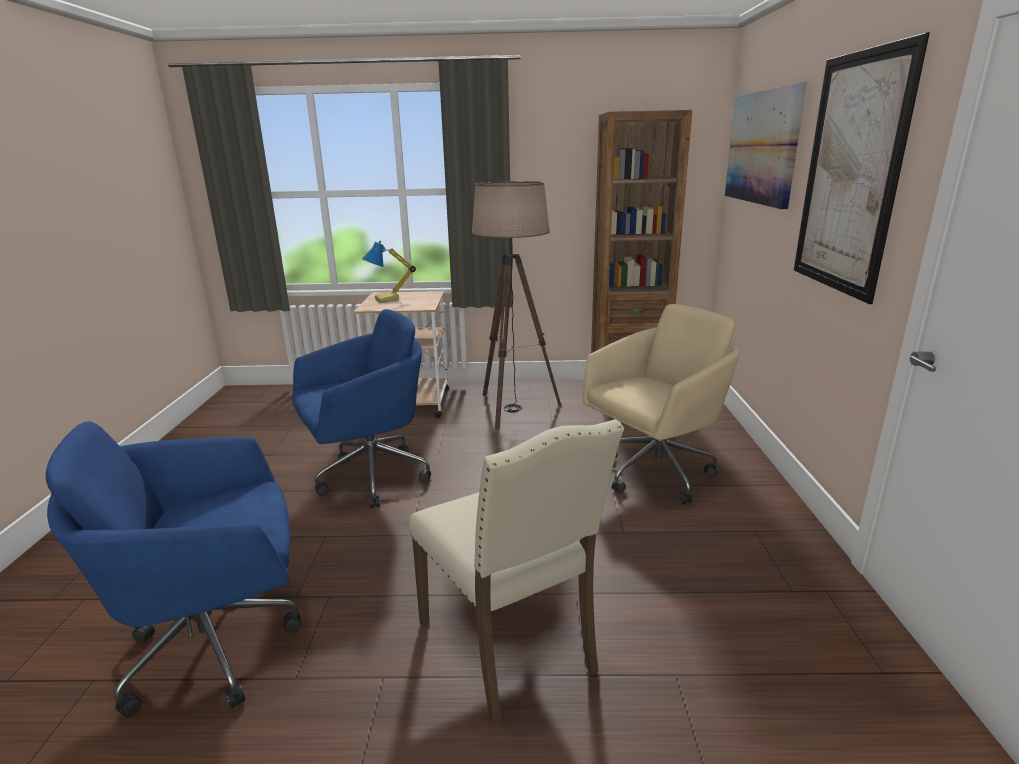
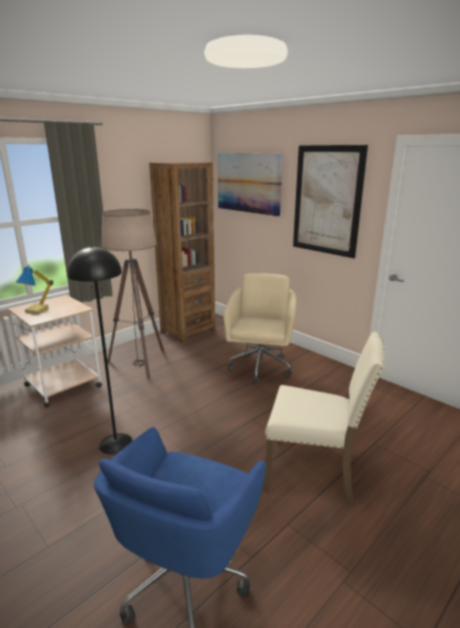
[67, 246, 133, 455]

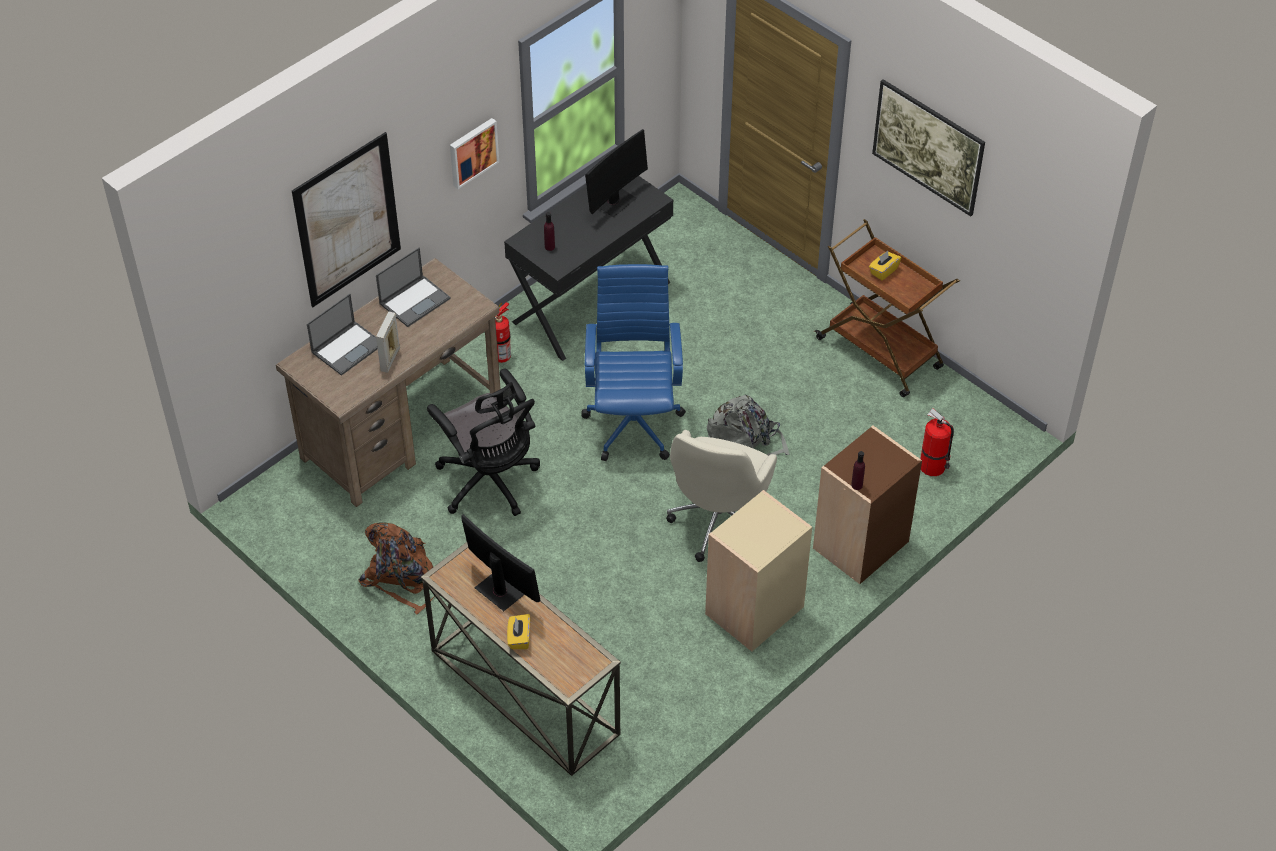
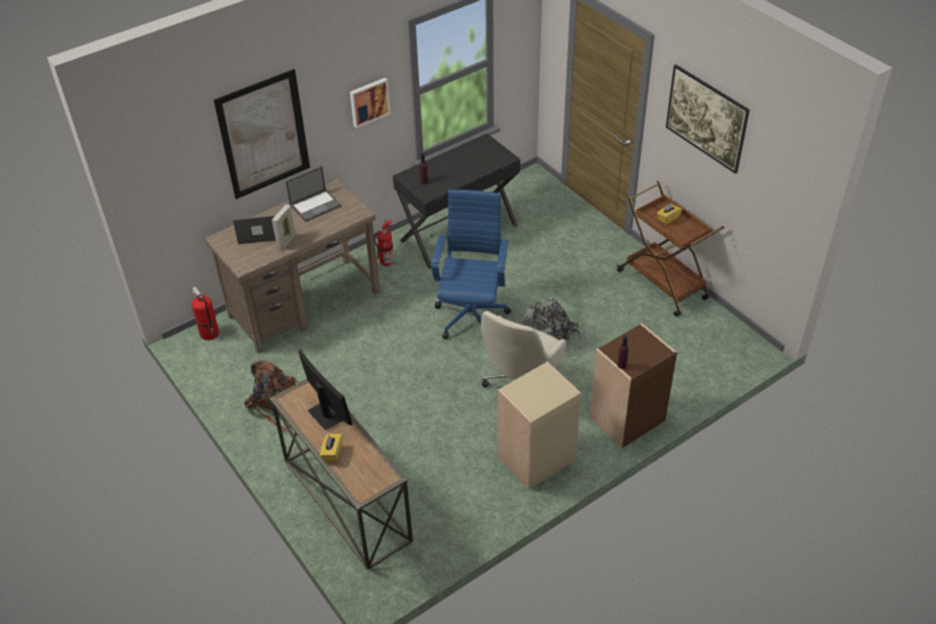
[233, 215, 276, 244]
[427, 369, 540, 516] (first image)
[585, 129, 648, 217] (first image)
[192, 287, 219, 340]

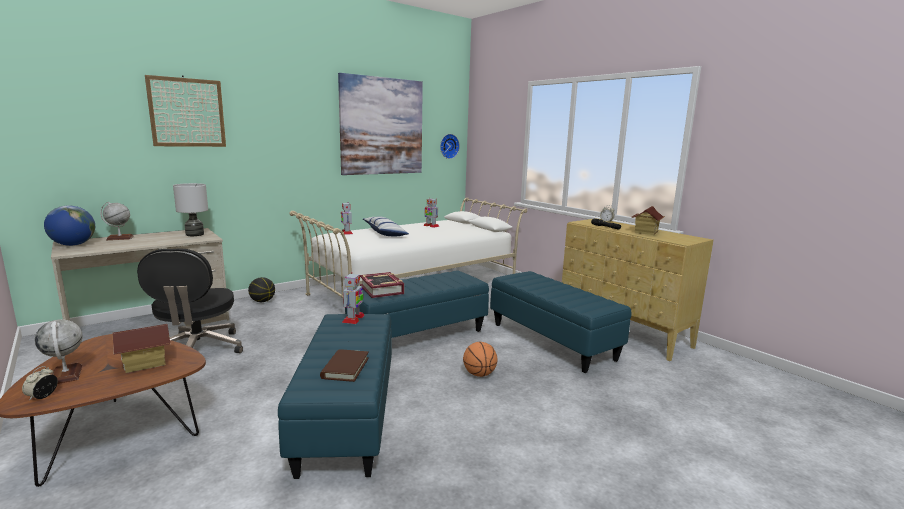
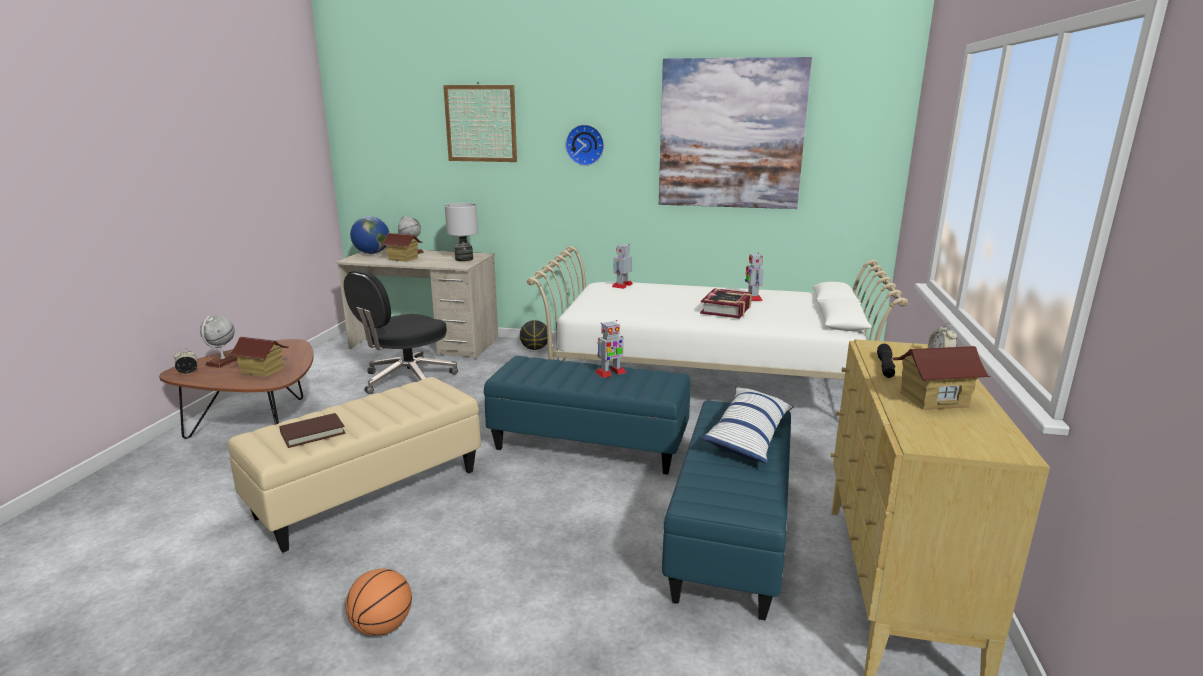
[228, 377, 481, 553]
[595, 320, 626, 378]
[700, 288, 752, 319]
[701, 387, 793, 463]
[565, 124, 604, 166]
[345, 569, 412, 636]
[381, 233, 422, 262]

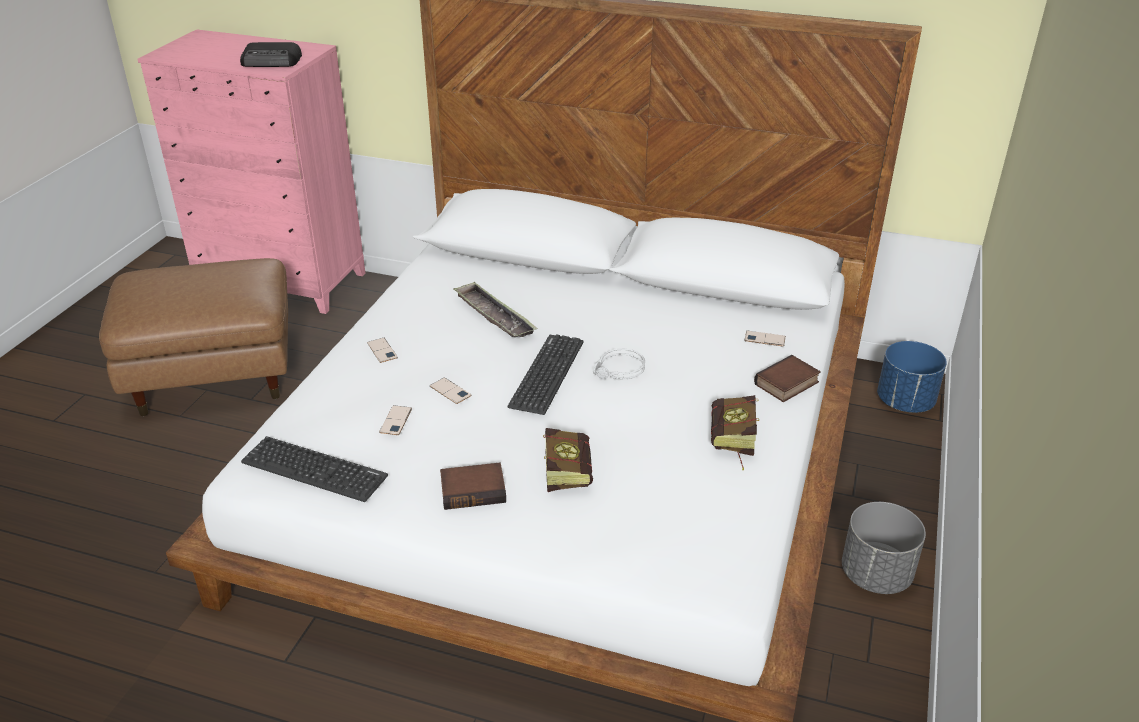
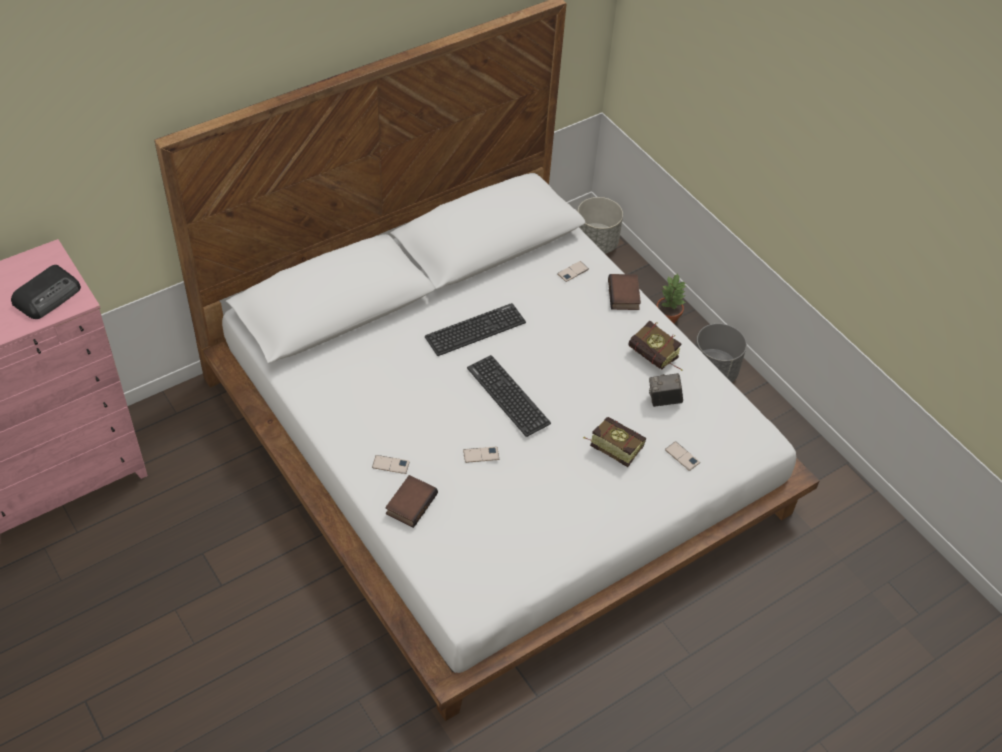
[99, 258, 288, 416] (first image)
[425, 303, 526, 356]
[665, 441, 700, 471]
[385, 475, 438, 528]
[453, 282, 538, 337] (first image)
[593, 348, 645, 380] (first image)
[578, 197, 623, 254]
[649, 373, 683, 407]
[656, 274, 687, 324]

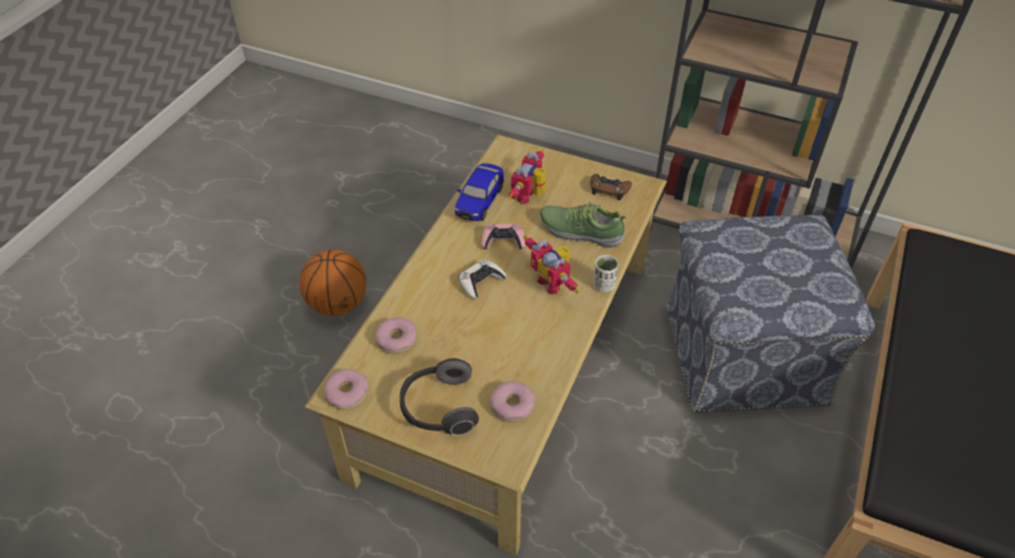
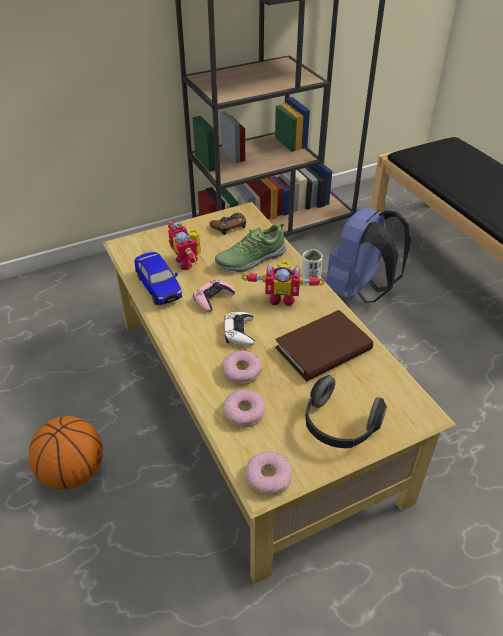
[222, 350, 262, 385]
[325, 208, 411, 303]
[275, 310, 373, 381]

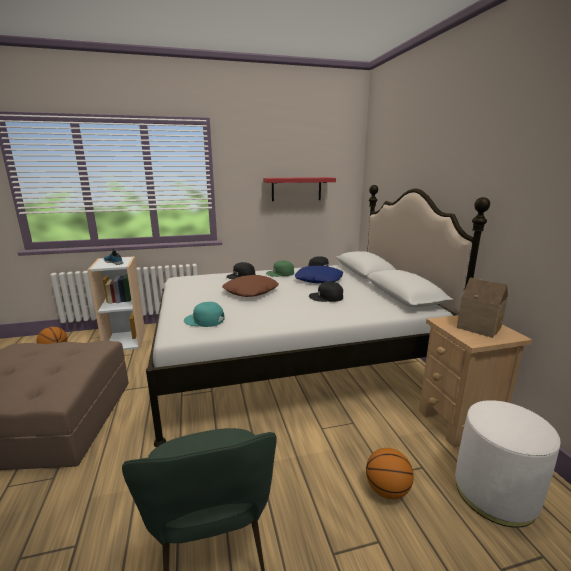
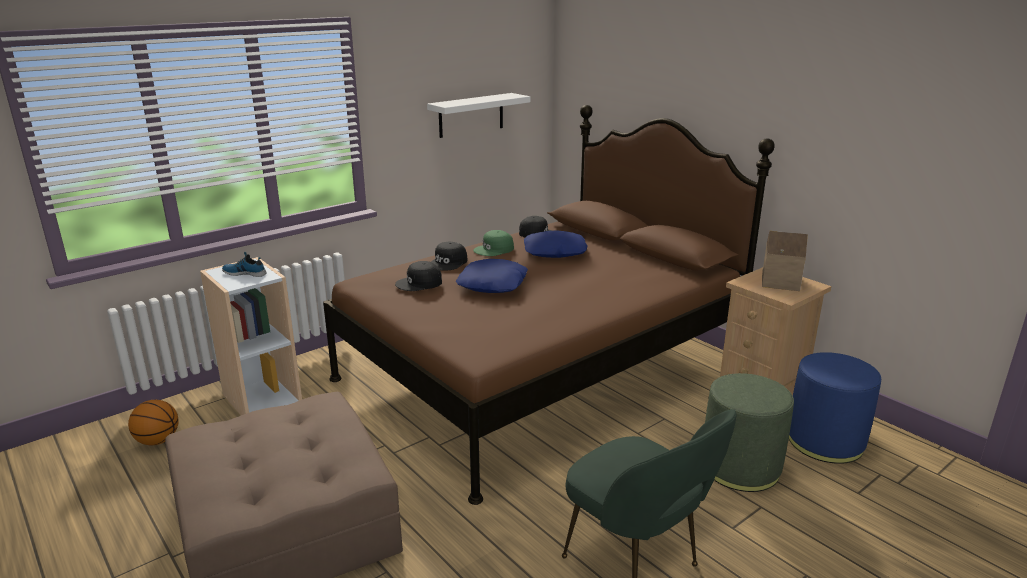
[323, 105, 775, 505]
[184, 302, 225, 327] (first image)
[456, 259, 528, 293]
[427, 93, 530, 138]
[395, 261, 442, 291]
[705, 373, 794, 492]
[789, 352, 881, 464]

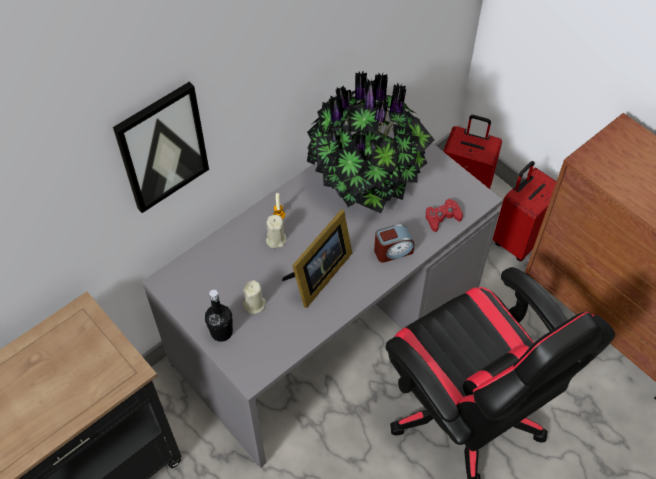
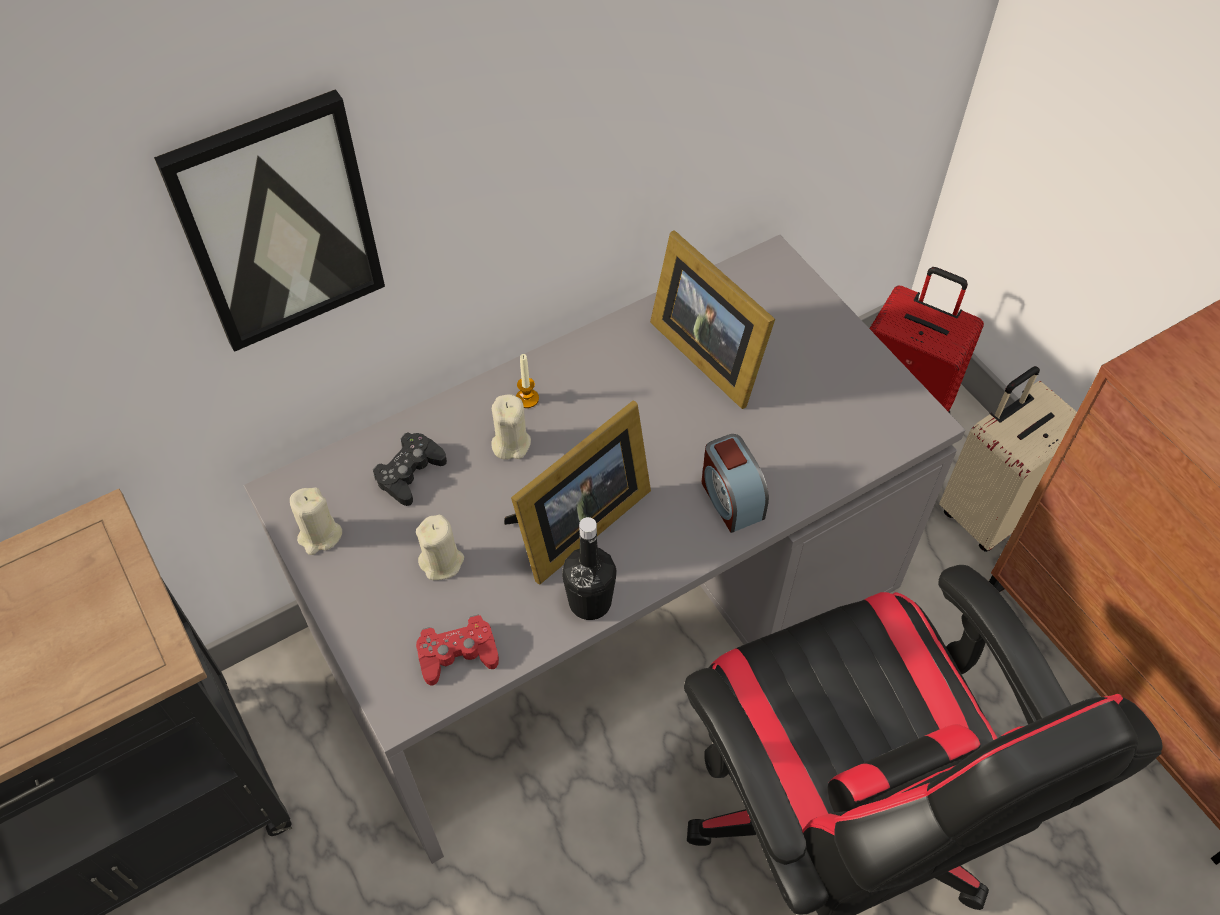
[562, 517, 617, 620]
[650, 230, 775, 409]
[702, 434, 769, 533]
[416, 615, 499, 686]
[939, 366, 1077, 552]
[290, 487, 342, 555]
[373, 432, 447, 506]

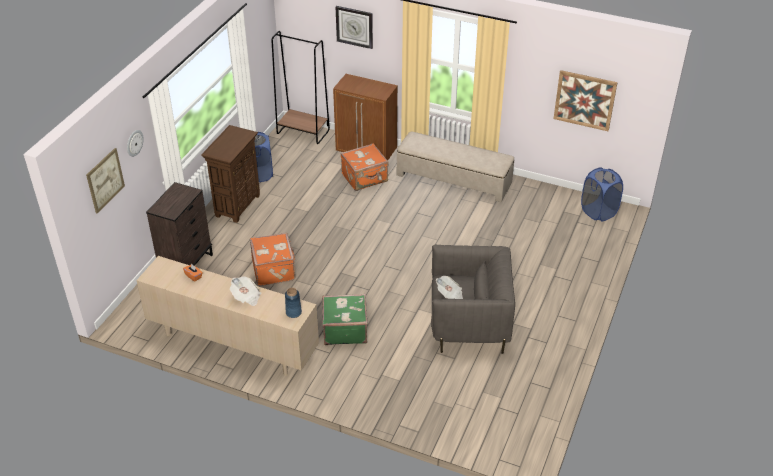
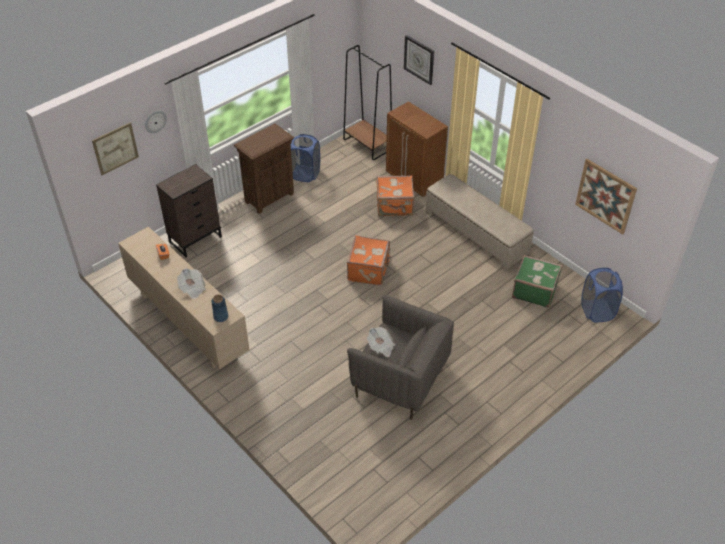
[347, 235, 391, 285]
[512, 255, 562, 308]

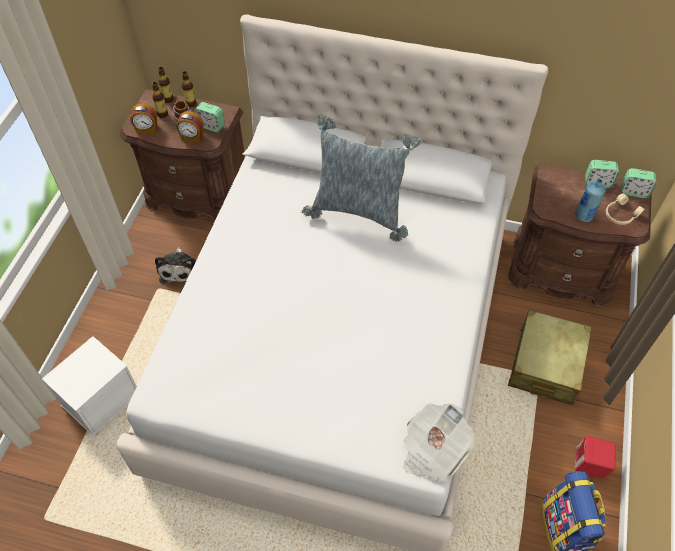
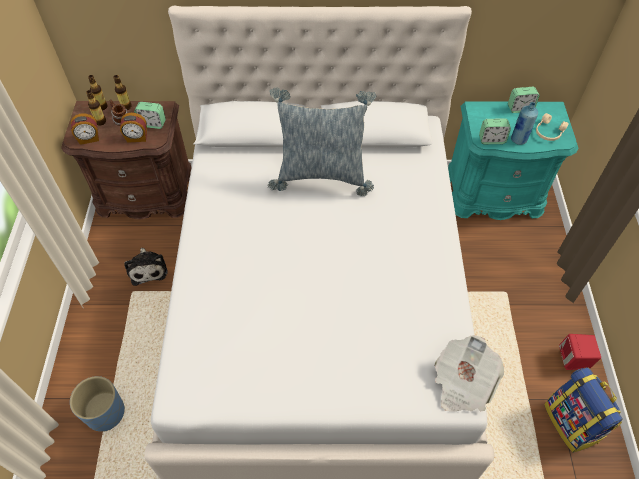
[70, 376, 125, 432]
[448, 102, 578, 220]
[508, 310, 591, 405] (first image)
[479, 119, 511, 144]

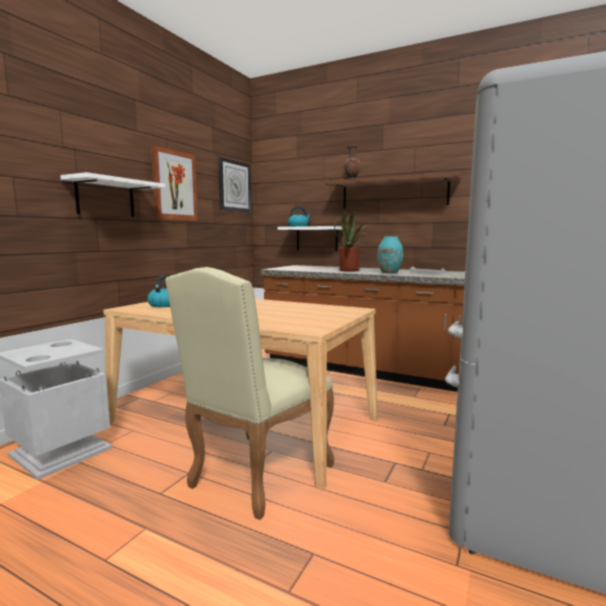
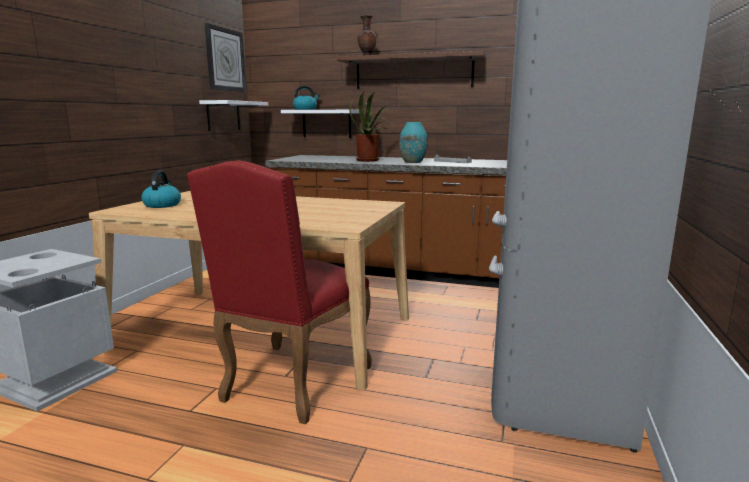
[199, 100, 268, 131]
[151, 145, 198, 221] (first image)
[187, 160, 372, 424]

